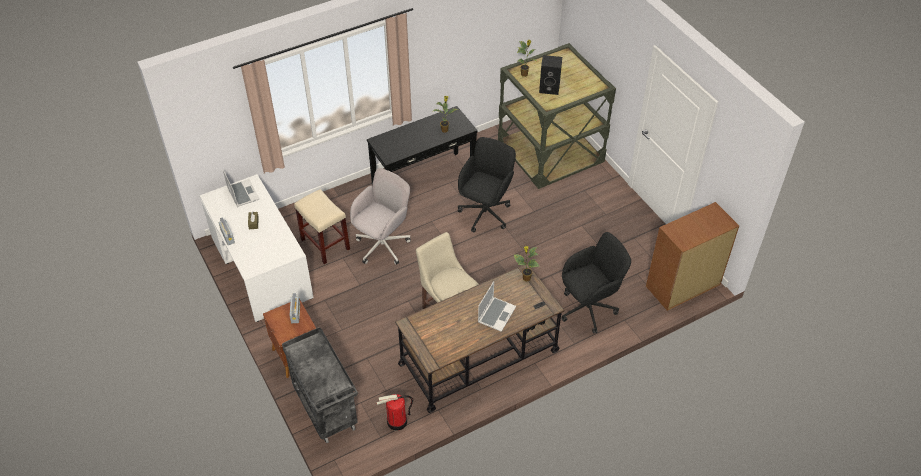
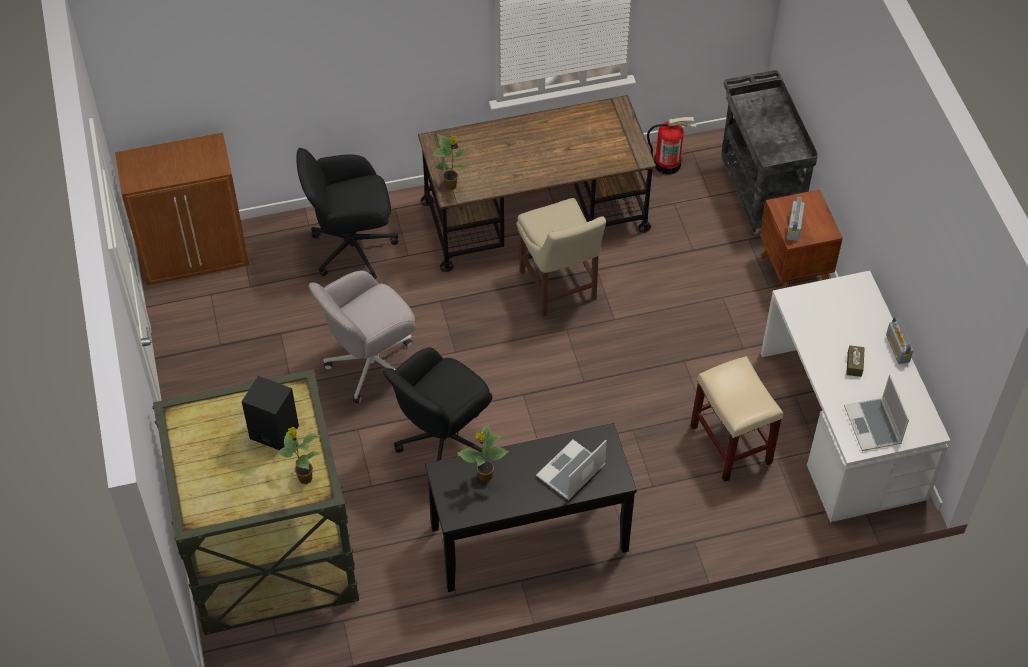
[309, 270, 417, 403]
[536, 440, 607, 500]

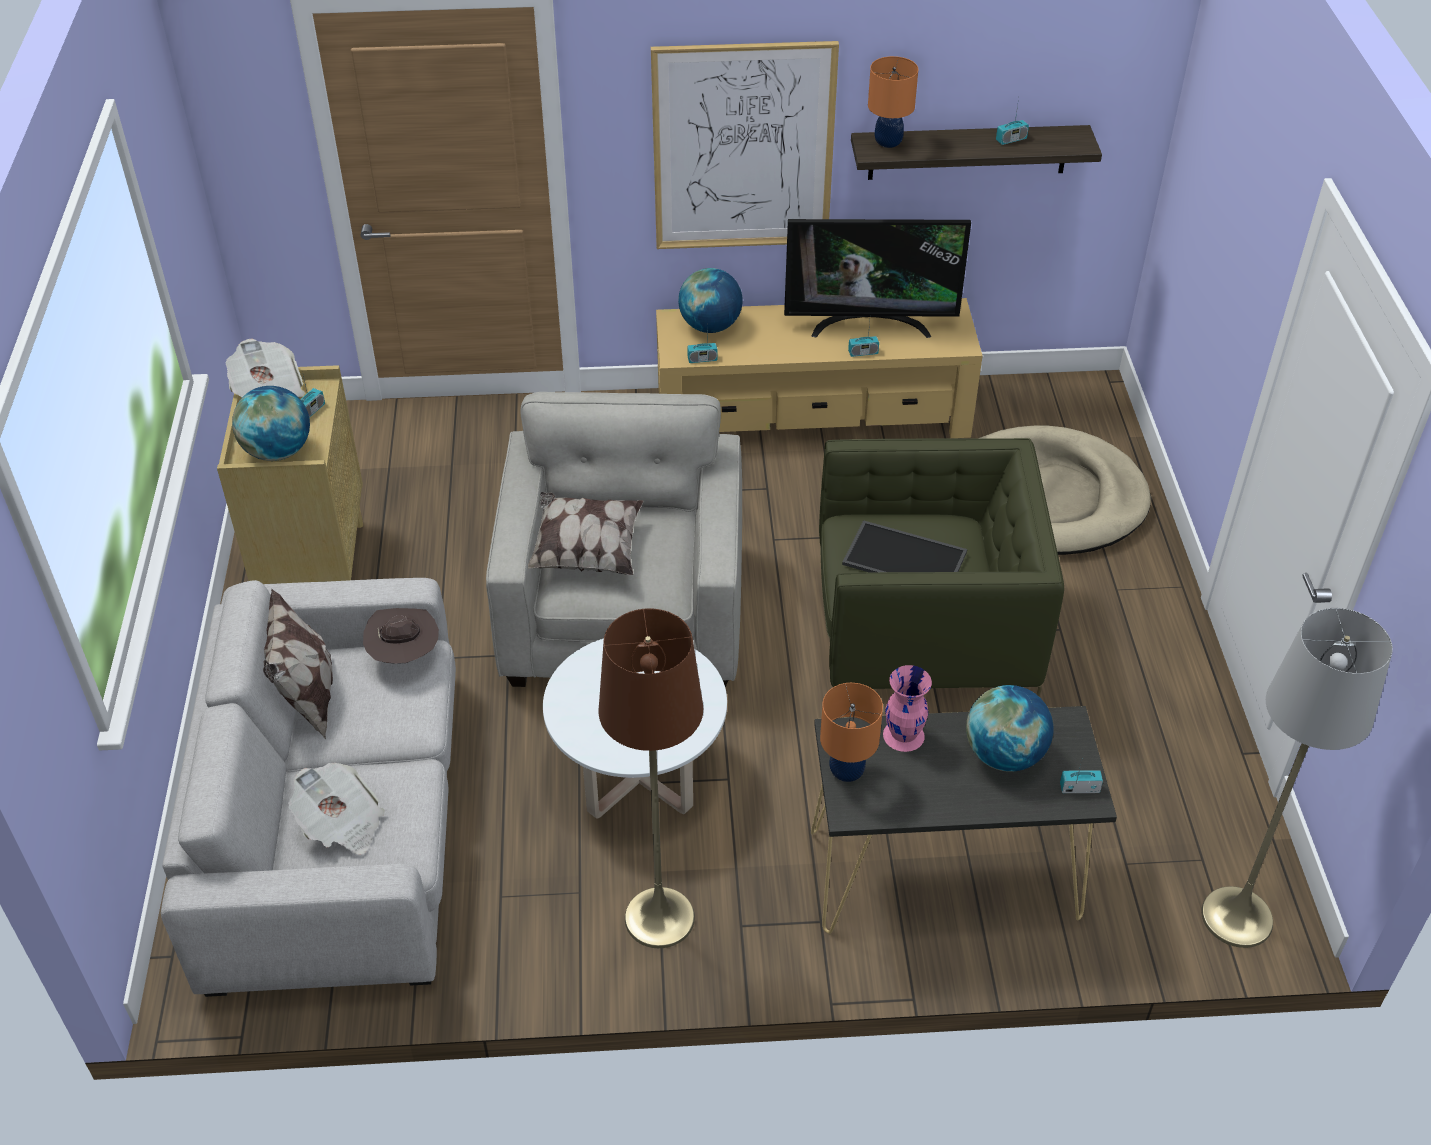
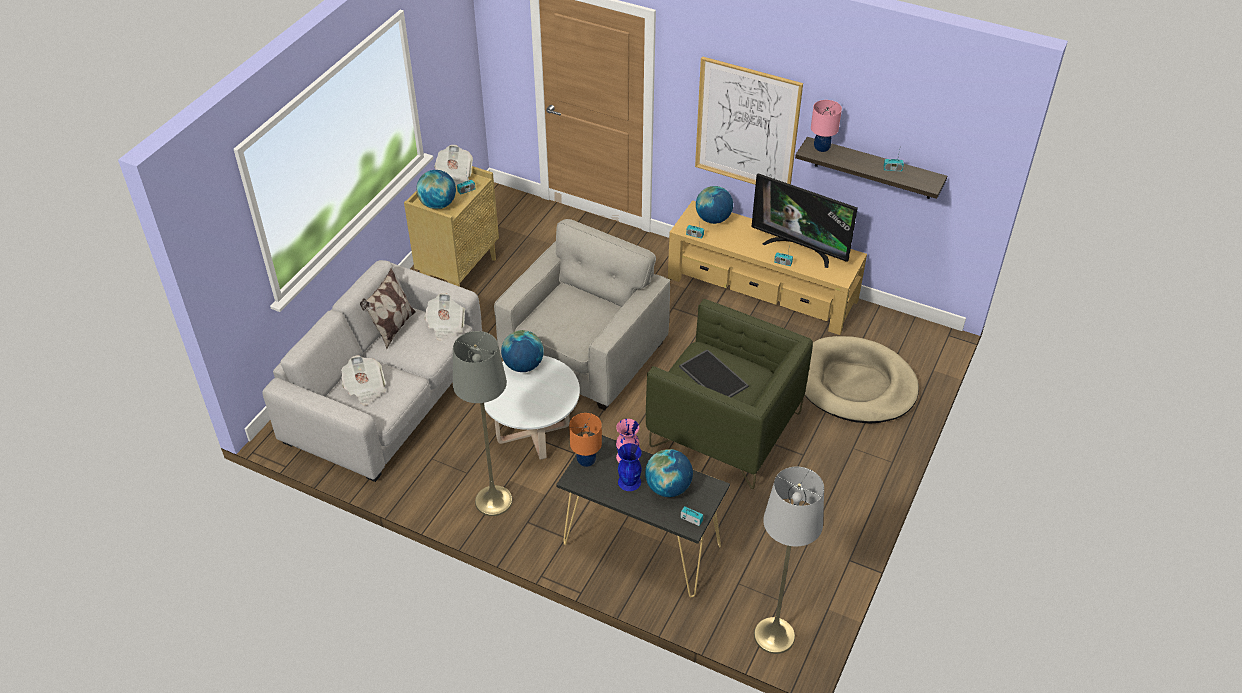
[424, 293, 465, 341]
[528, 492, 643, 575] (first image)
[453, 331, 513, 516]
[811, 100, 842, 152]
[501, 330, 544, 372]
[618, 443, 642, 491]

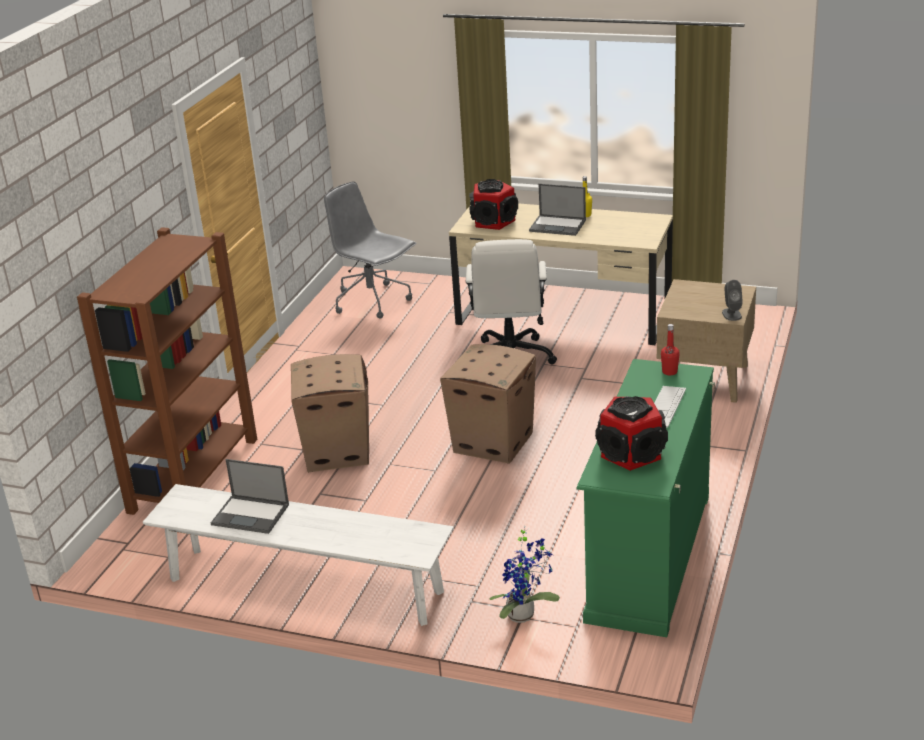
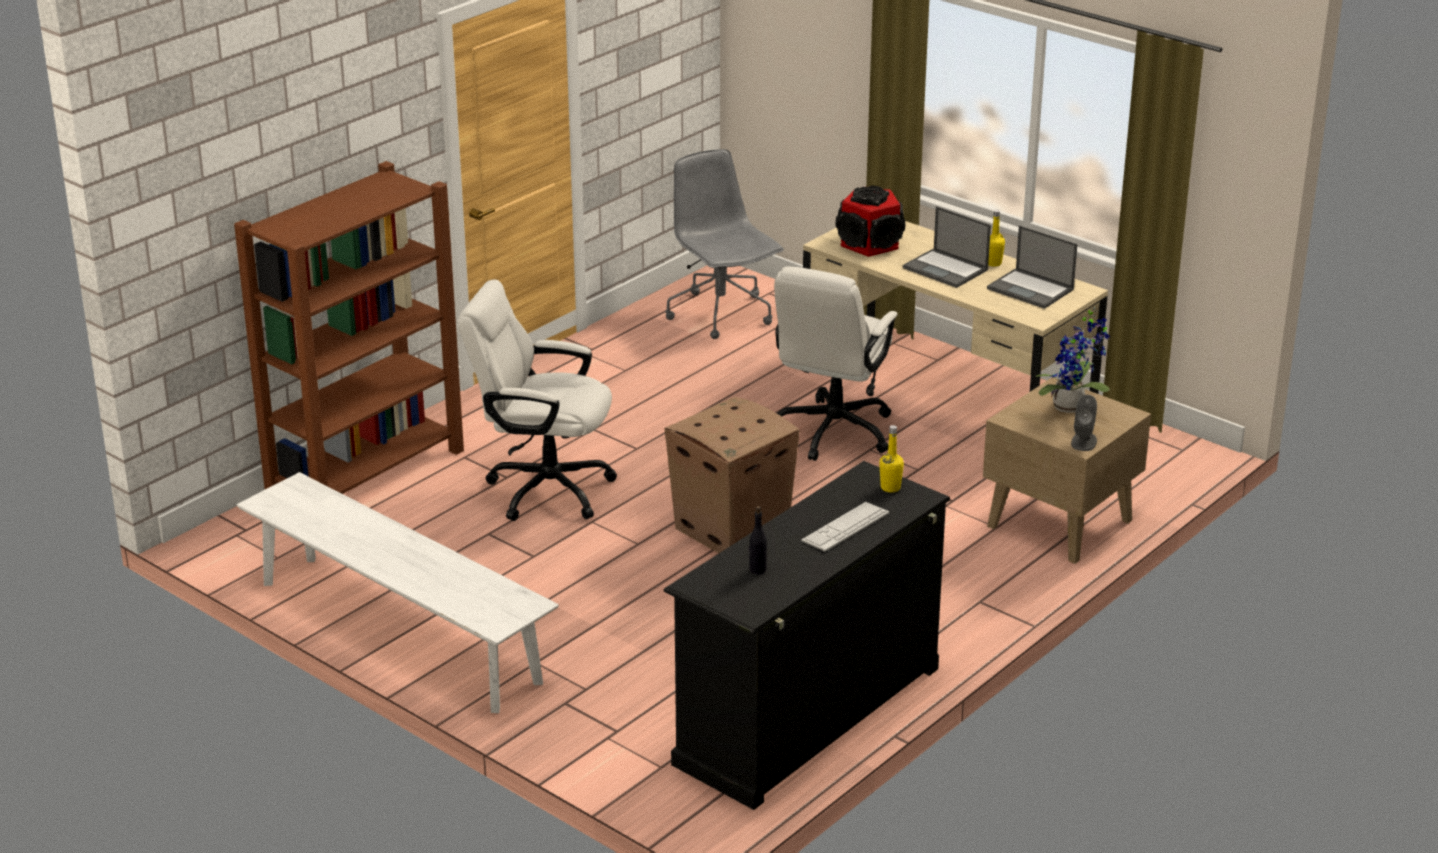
[987, 225, 1078, 309]
[457, 280, 617, 521]
[1036, 307, 1110, 413]
[664, 461, 950, 810]
[749, 506, 767, 574]
[879, 425, 904, 492]

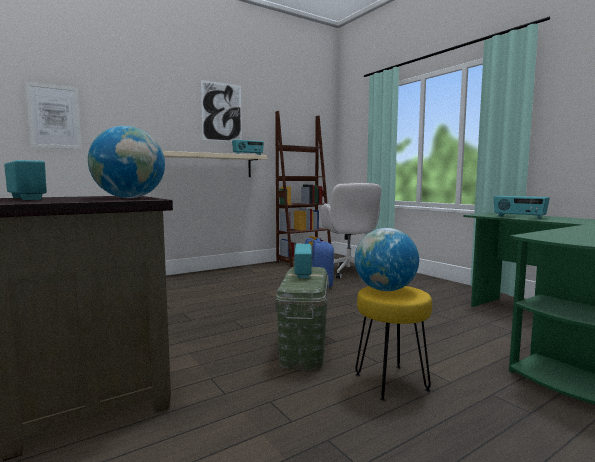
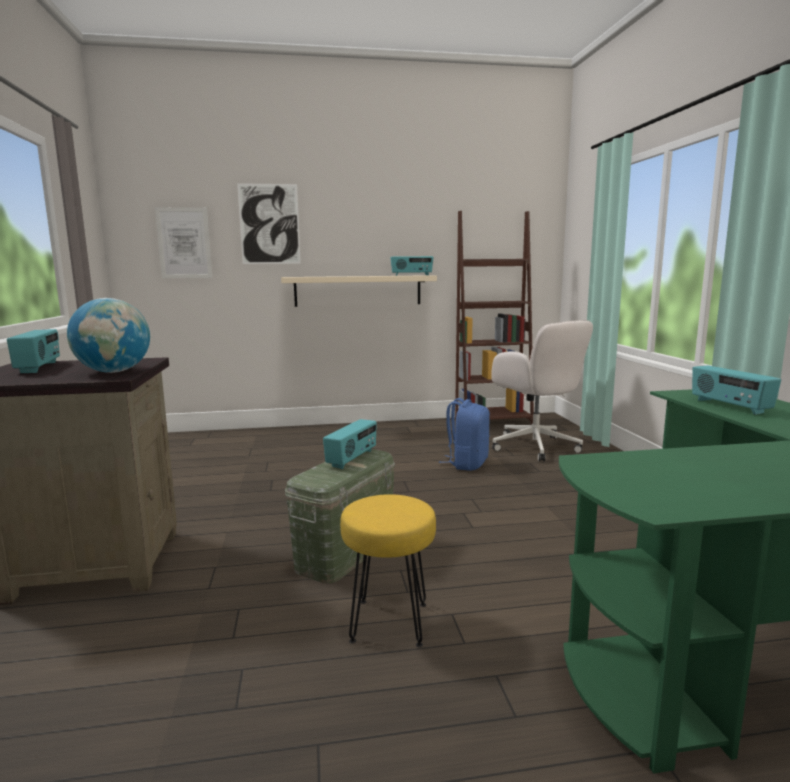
[237, 183, 301, 264]
[491, 320, 593, 461]
[355, 228, 419, 291] (first image)

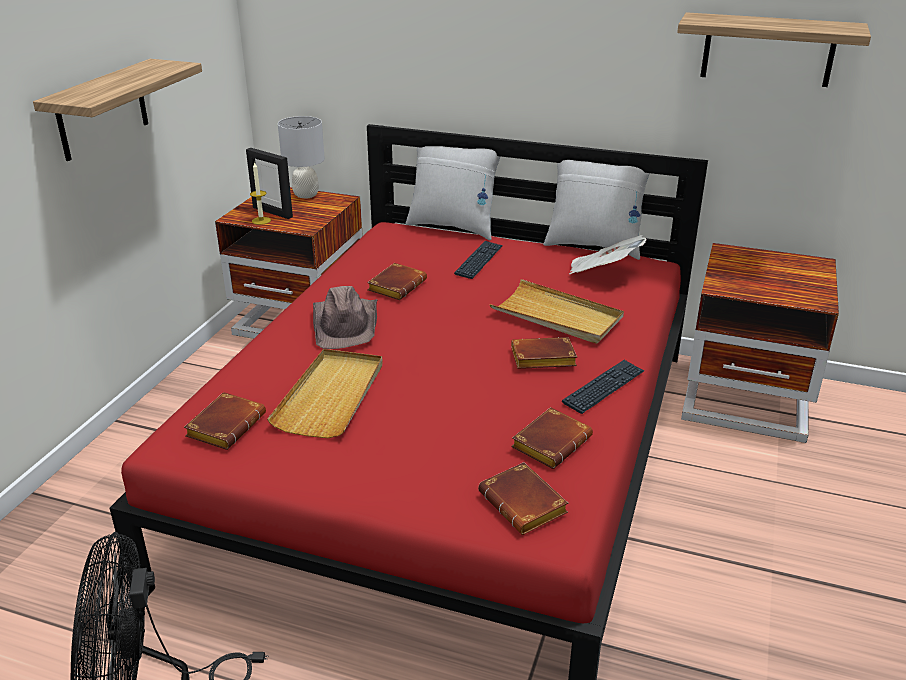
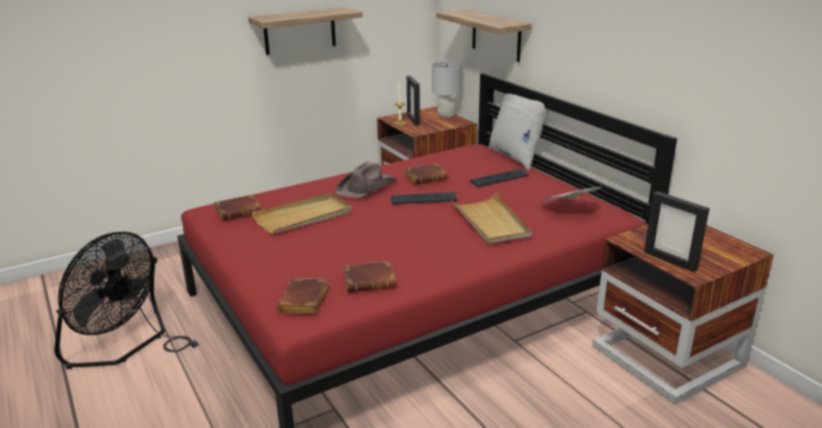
[511, 337, 577, 369] (first image)
[543, 160, 650, 260] (first image)
[391, 192, 457, 204]
[436, 9, 532, 62]
[644, 191, 710, 272]

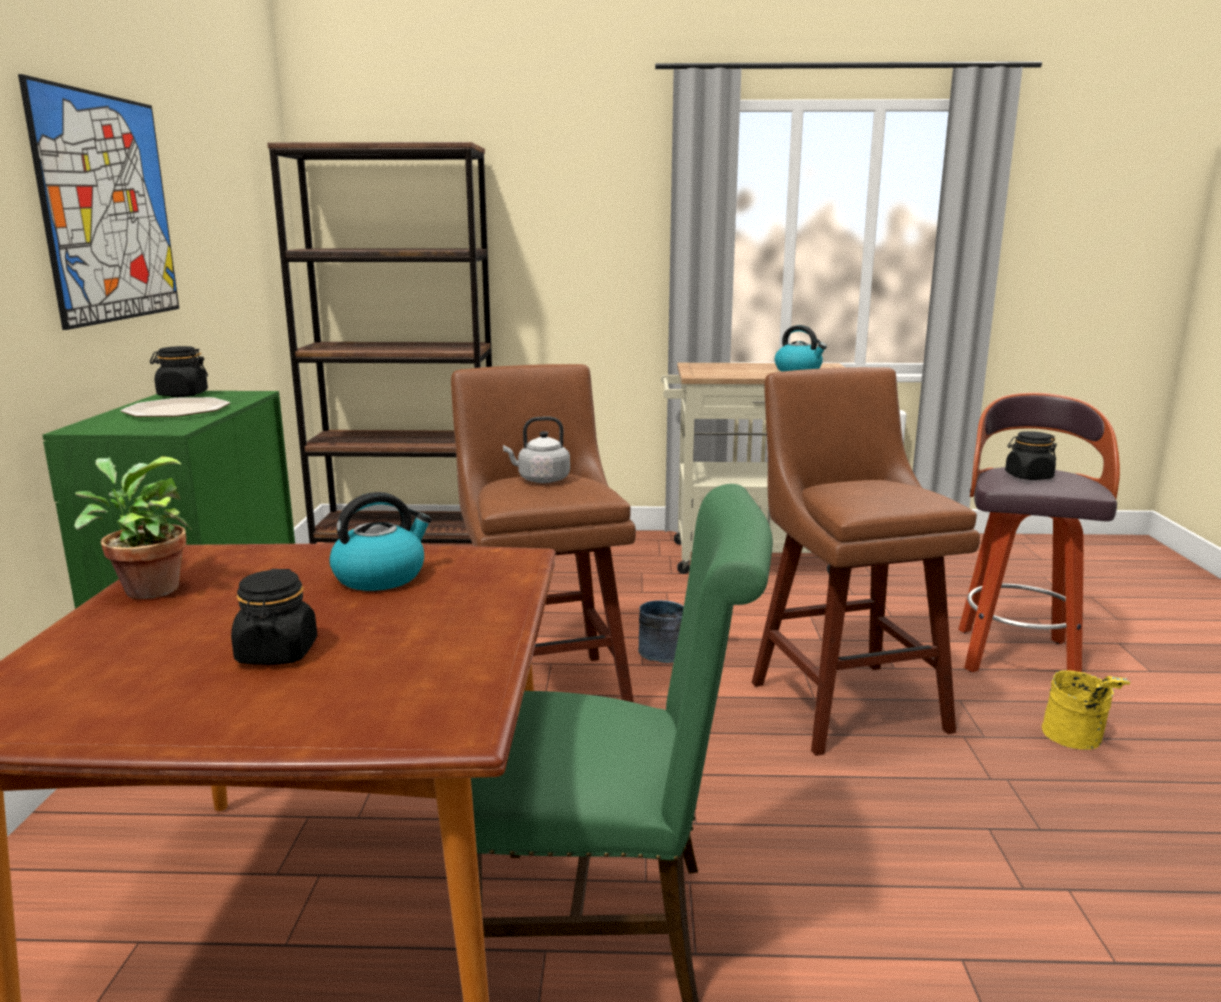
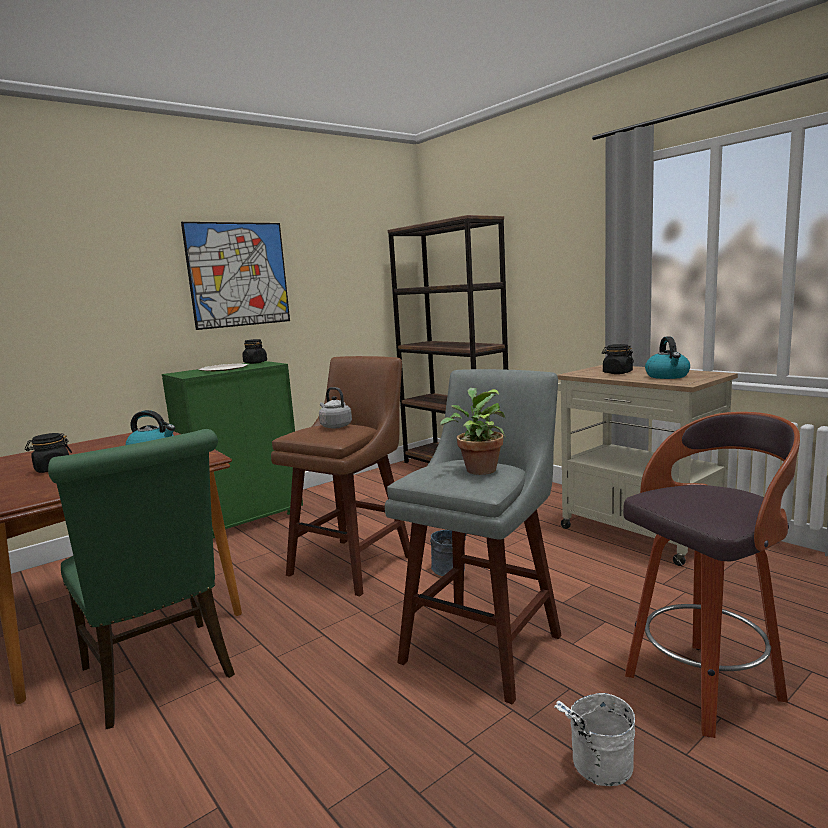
[440, 388, 506, 475]
[385, 369, 562, 705]
[602, 344, 634, 374]
[554, 693, 635, 786]

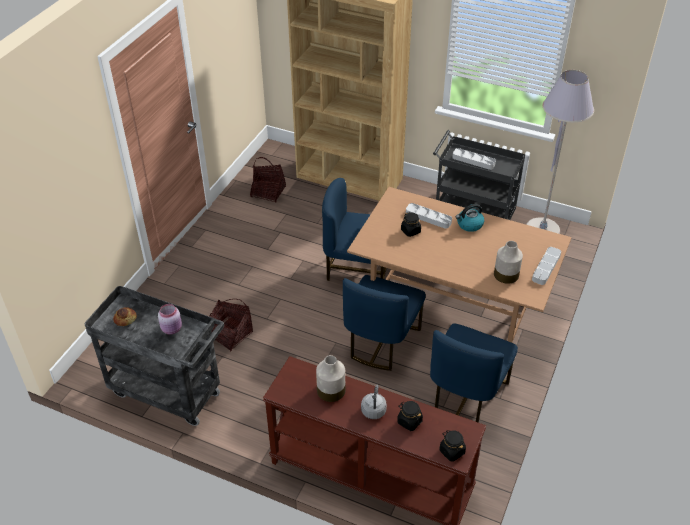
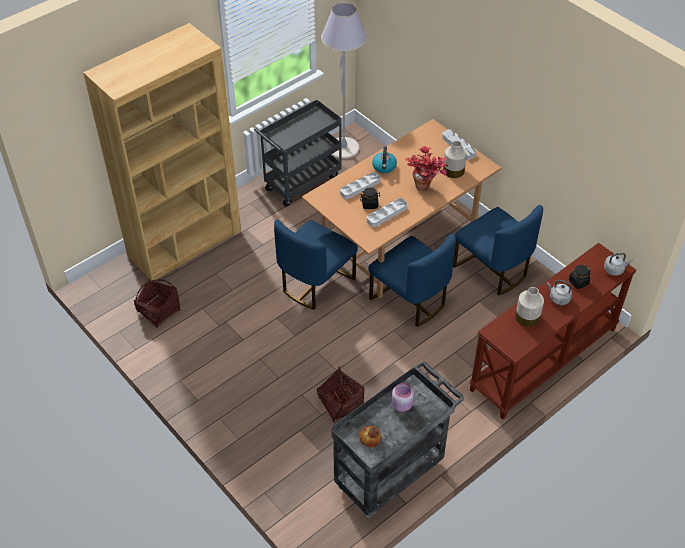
[604, 253, 633, 276]
[367, 198, 407, 227]
[406, 146, 448, 191]

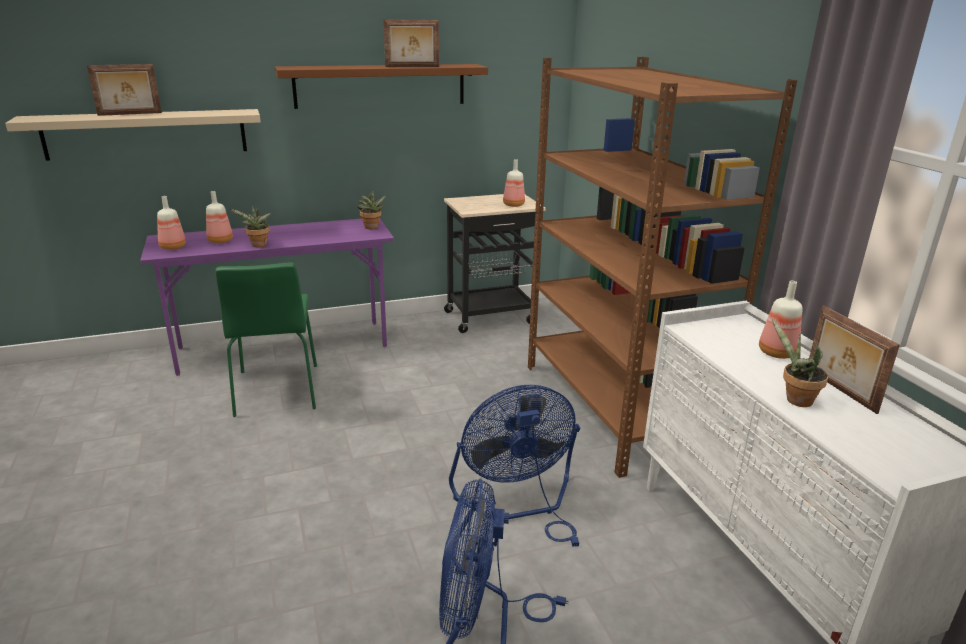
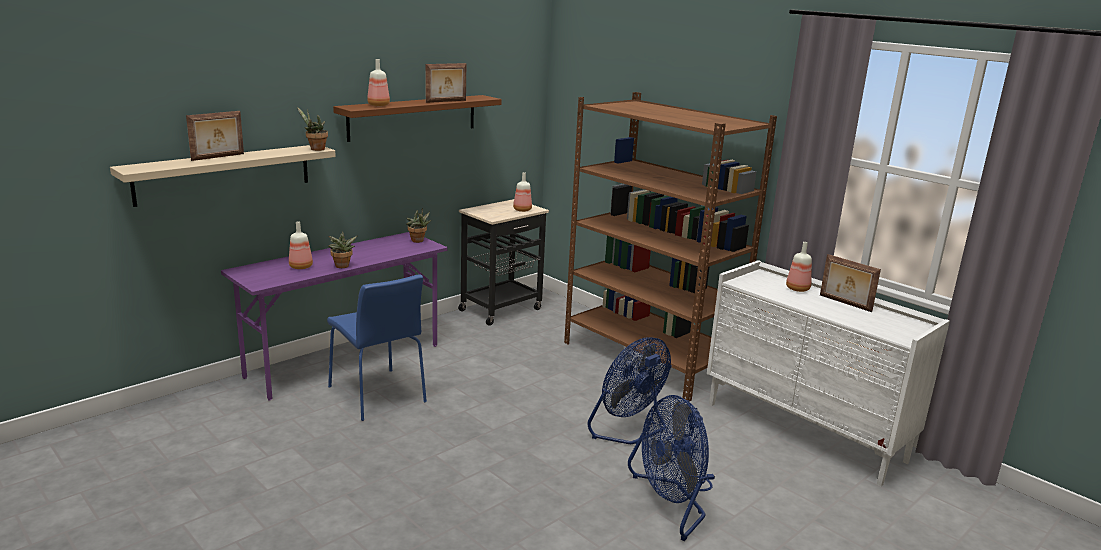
[367, 59, 390, 106]
[327, 274, 427, 421]
[297, 107, 328, 151]

